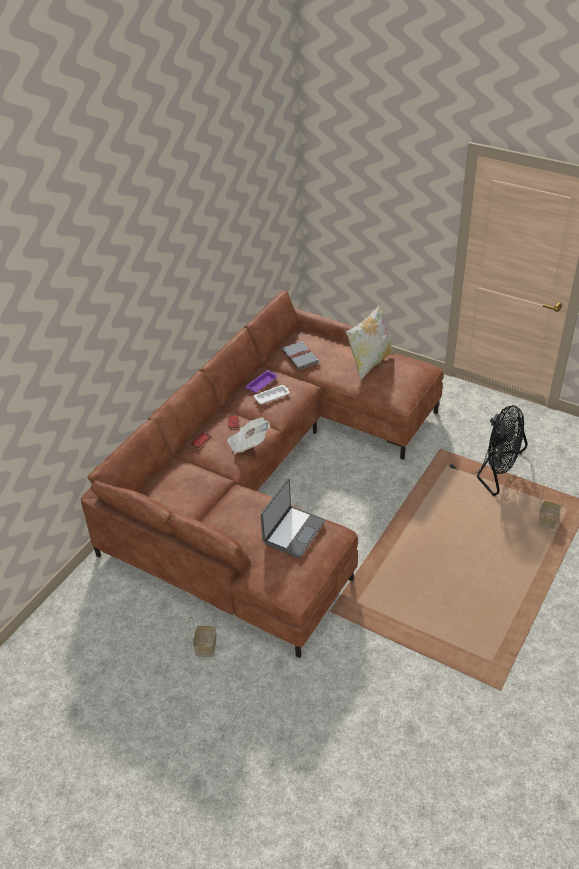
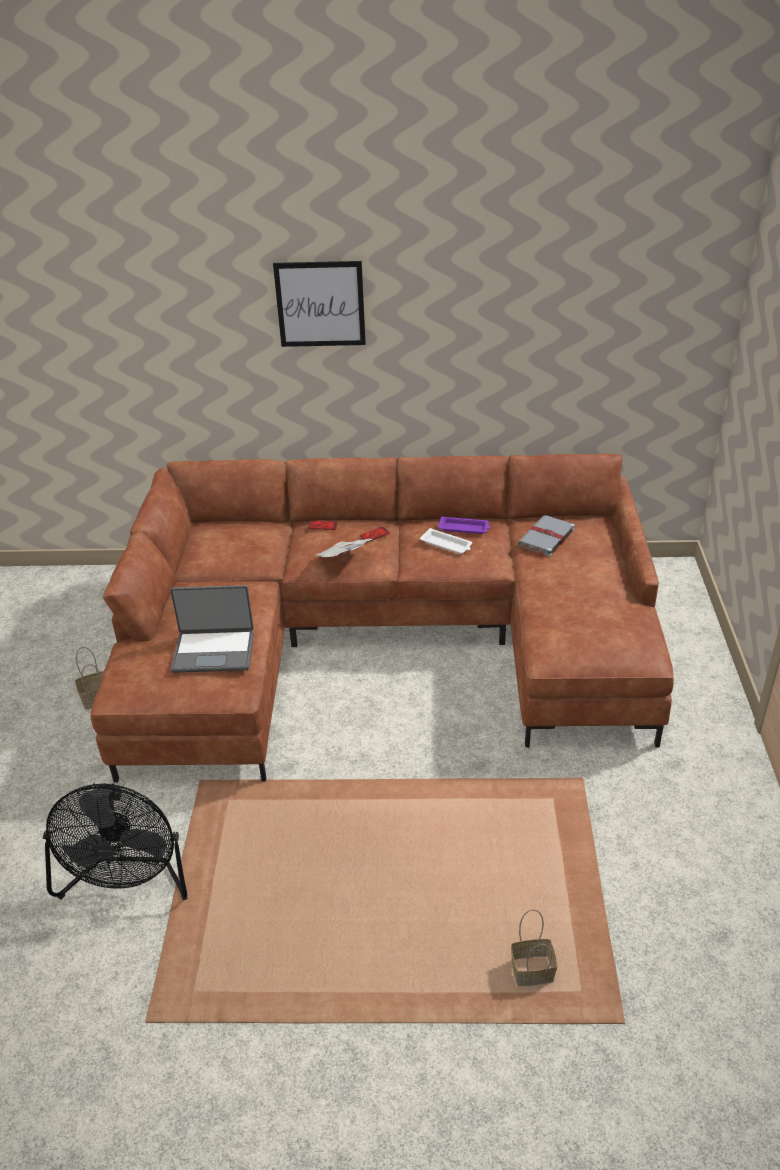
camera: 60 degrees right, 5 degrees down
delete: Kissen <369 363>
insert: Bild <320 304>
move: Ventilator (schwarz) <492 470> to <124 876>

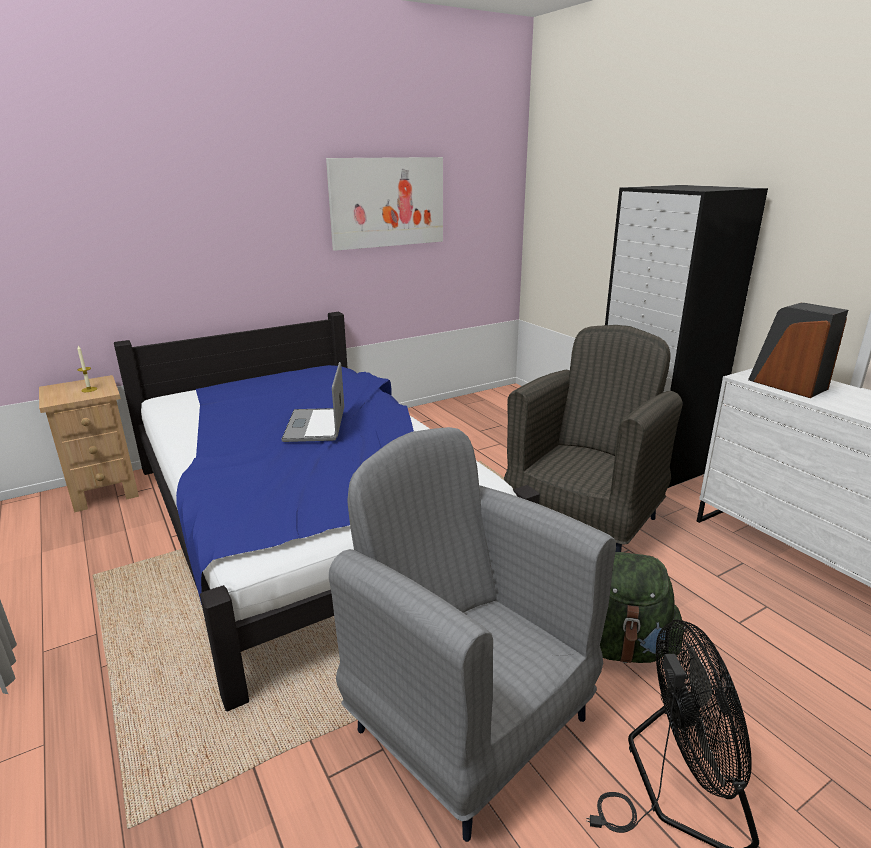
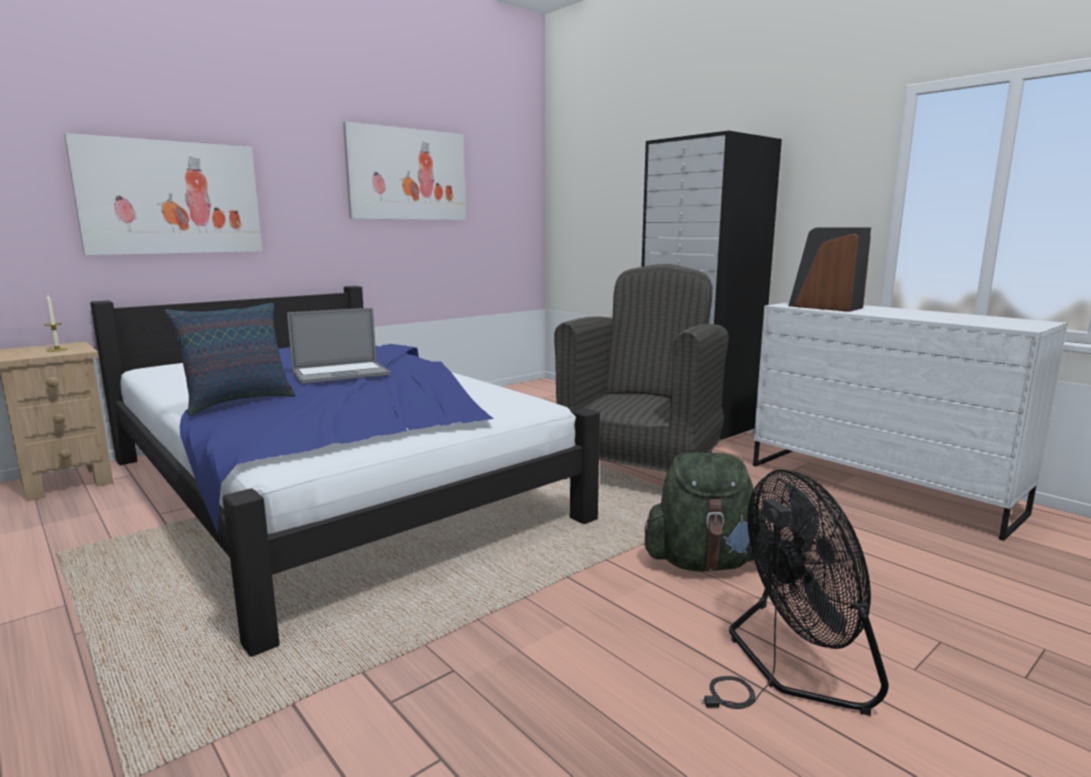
camera: 10 degrees left, 10 degrees down
delete: Sessel (grau) <468 722>
insert: Bild <171 198>; Kissen (blau) <239 403>
rotate: Laptop <315 425> = <341 373> 105 degrees counterclockwise

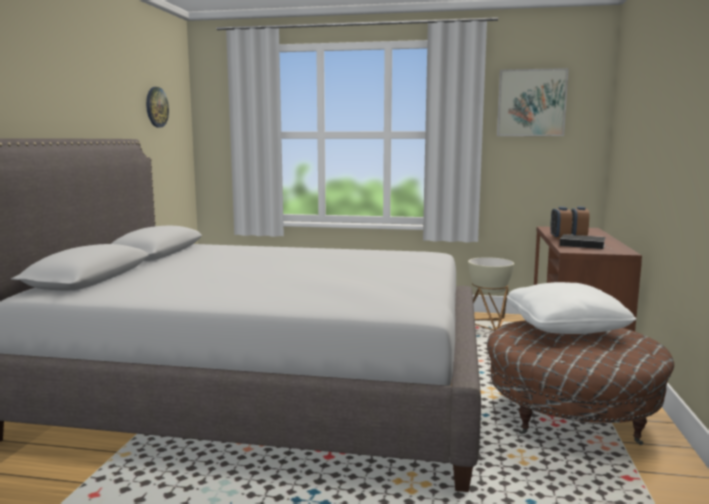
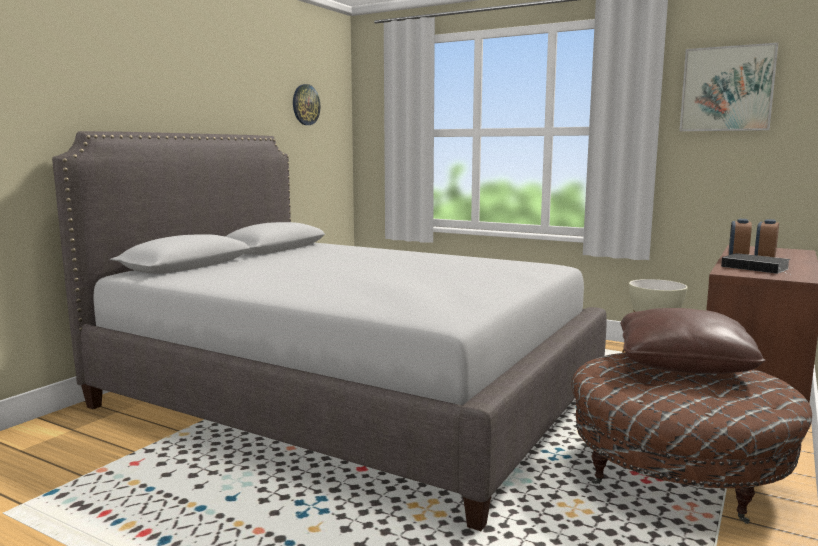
camera: 20 degrees right, 0 degrees up
recolor: Kissen (weiß) <565 327> to Kissen (braun) <683 364>

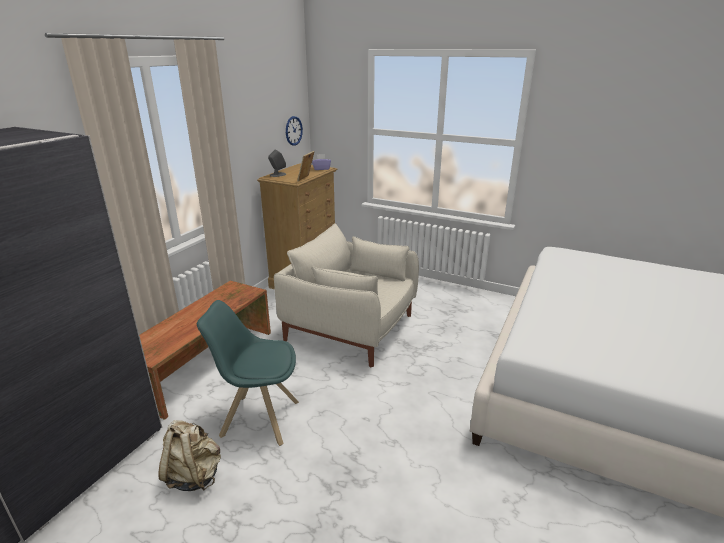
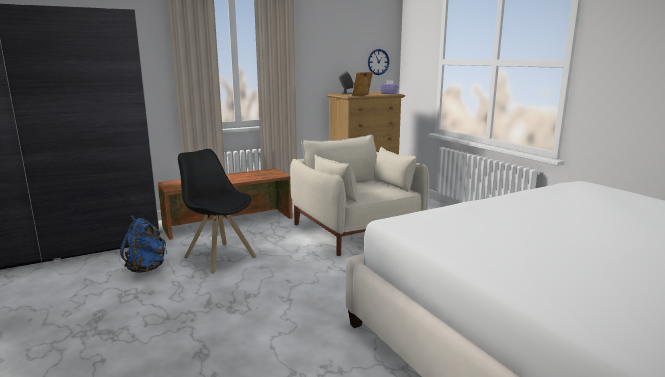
camera: 35 degrees right, 10 degrees down
recolor: Stuhl (türkis) <259 419> to Stuhl (schwarz) <219 256>; Rucksack (beige) <194 475> to Rucksack (blau) <147 268>

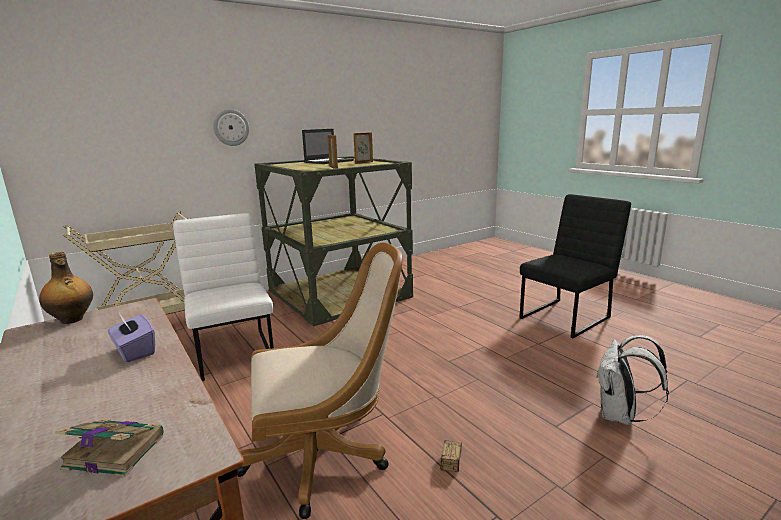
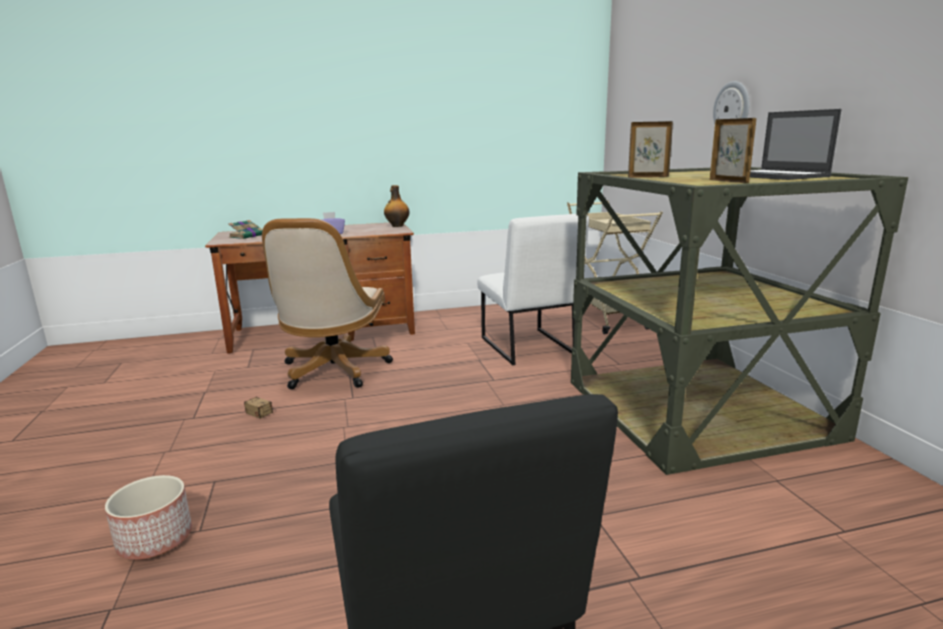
camera: 110 degrees right, 0 degrees up
replace: Rucksack (weiß) <620 416> to Pflanzkübel <154 540>
rotate: Stuhl (weiß) <234 352> = <528 347> 75 degrees clockwise

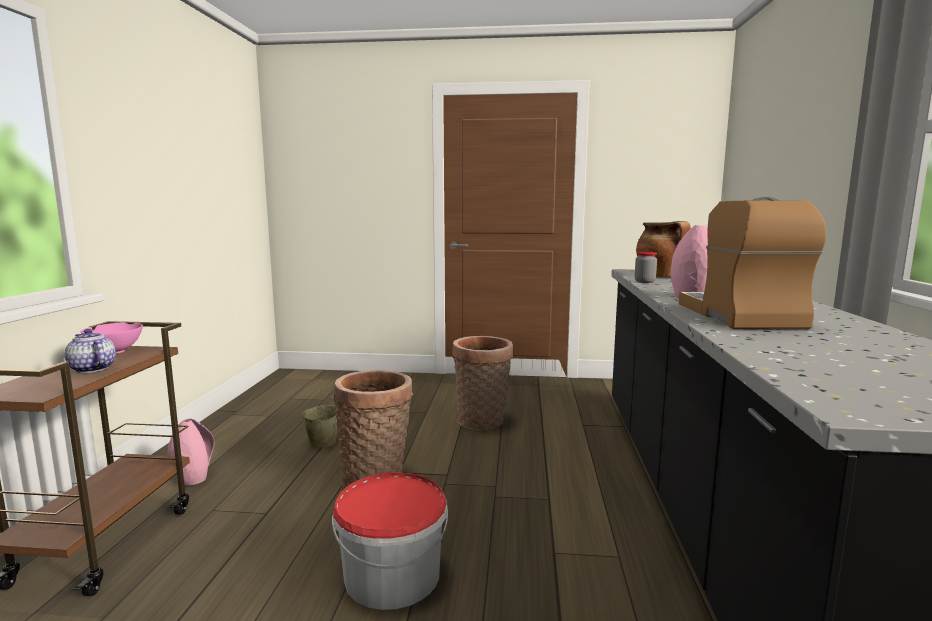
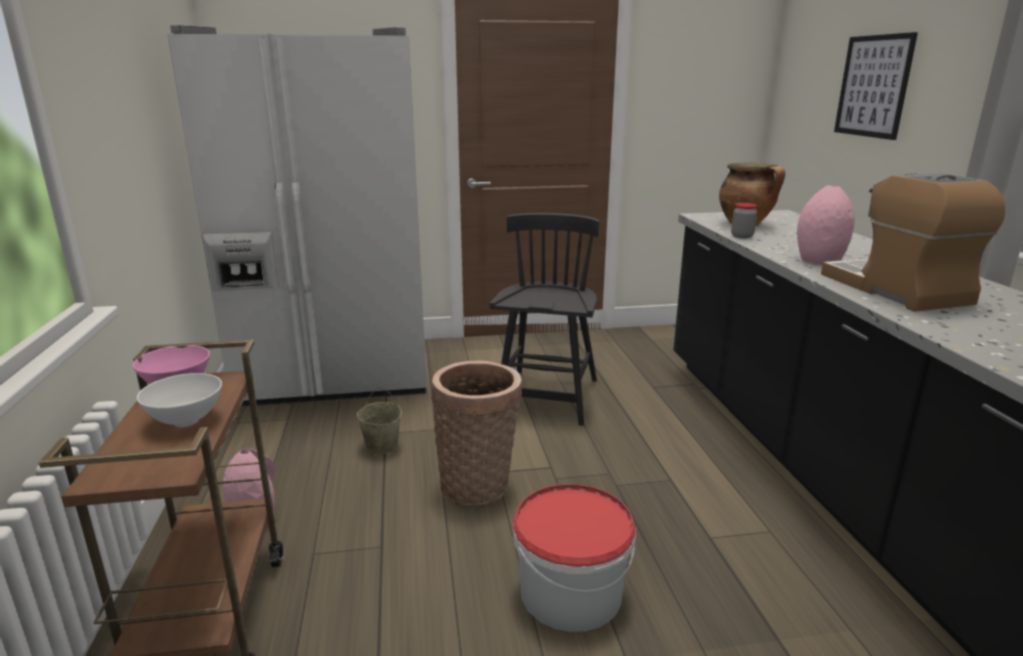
camera: 15 degrees left, 10 degrees up
insert: Kühlschrank (weiß) <338 374>; Bild <873 86>
replace: Teekanne <91 369> to Schüssel (weiß) <186 421>; Korb <482 422> to Stuhl (schwarz) <547 397>

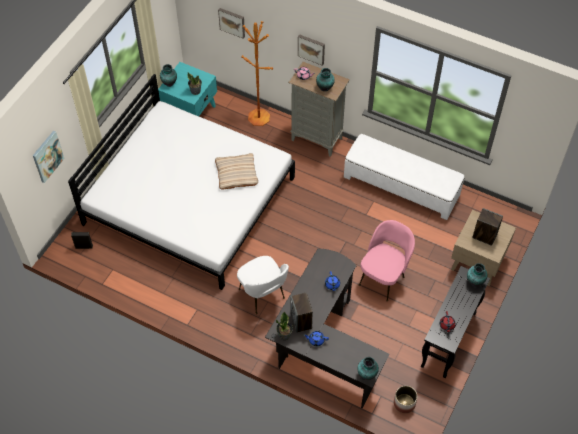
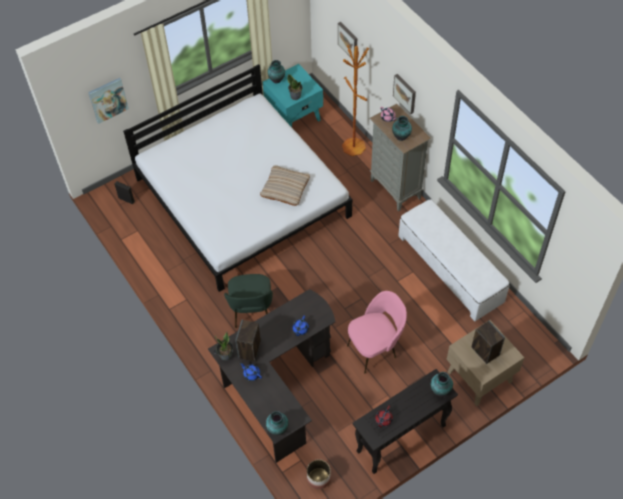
camera: 30 degrees right, 0 degrees up
recolor: Stuhl (weiß) <263 297> to Stuhl (grün) <252 315>

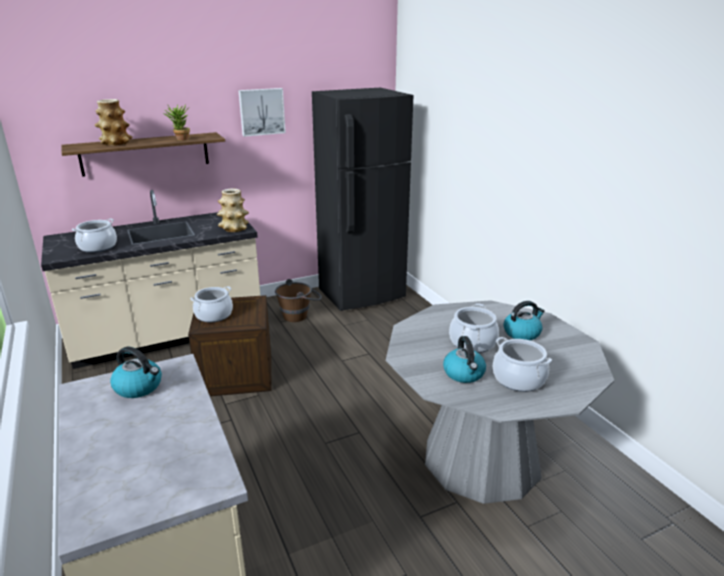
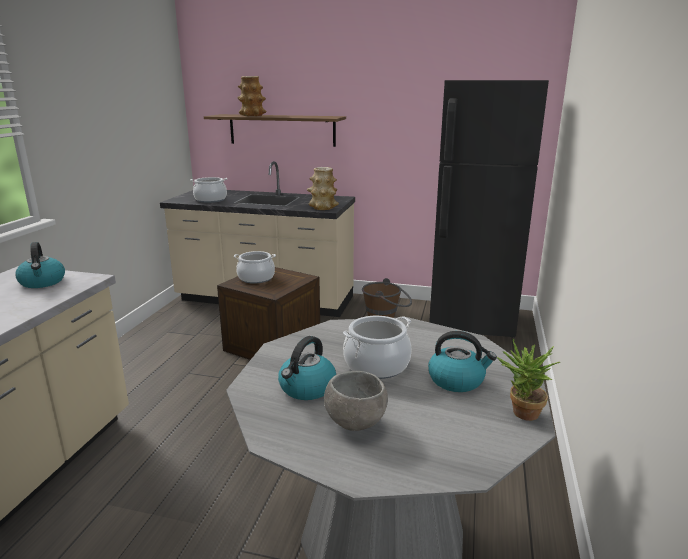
camera: 40 degrees right, 5 degrees down
delete: Bild <261 111>
move: Topfpflanze <180 139> to <521 414>
replace: Kochtopf <518 379> to Schüssel (grau) <354 422>

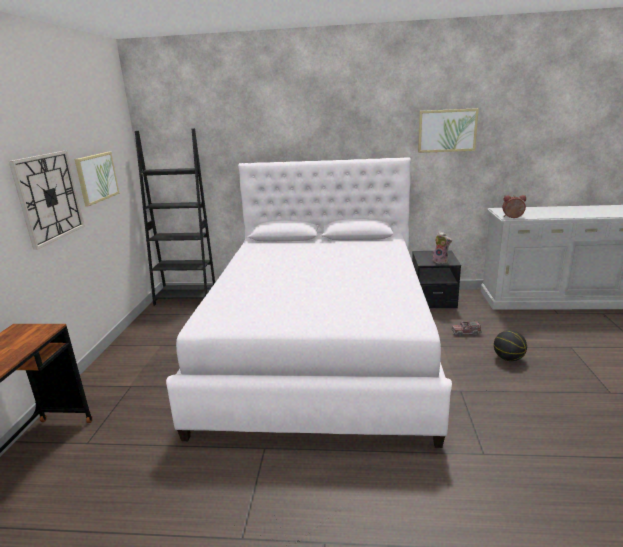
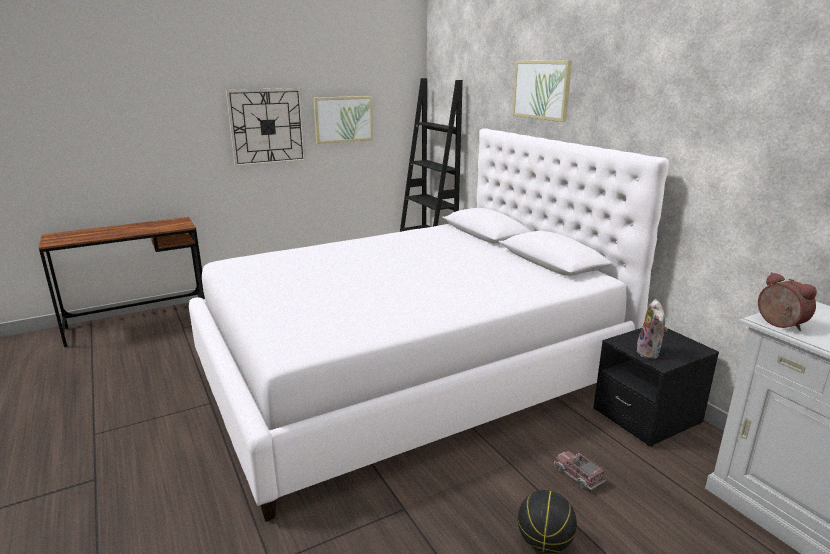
camera: 55 degrees right, 0 degrees up
move: Bild <447 130> to <541 90>

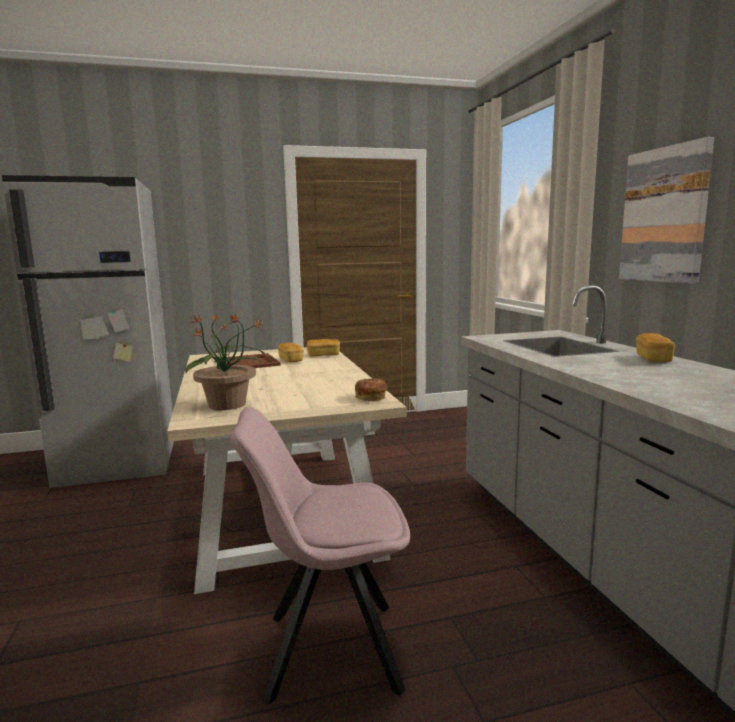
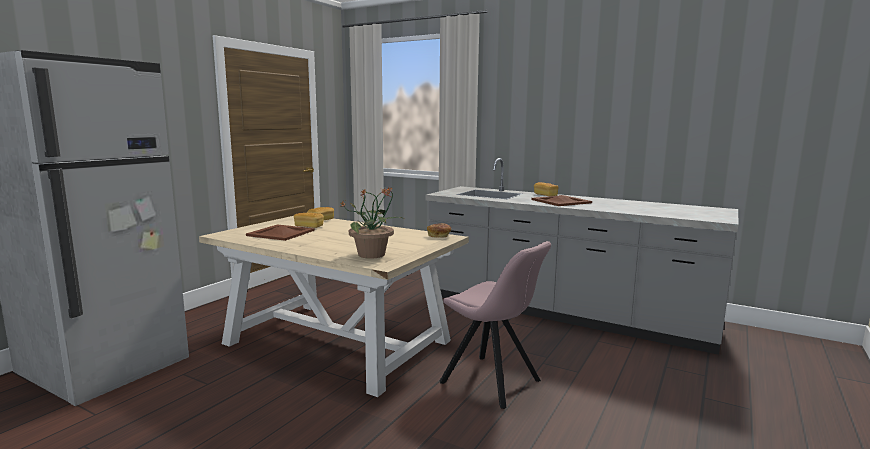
camera: 45 degrees left, 0 degrees up
delete: Bild <664 215>
insert: Tablett (braun) <560 201>
rotate: Stuhl (rosa) <331 651> = <491 381> 90 degrees counterclockwise

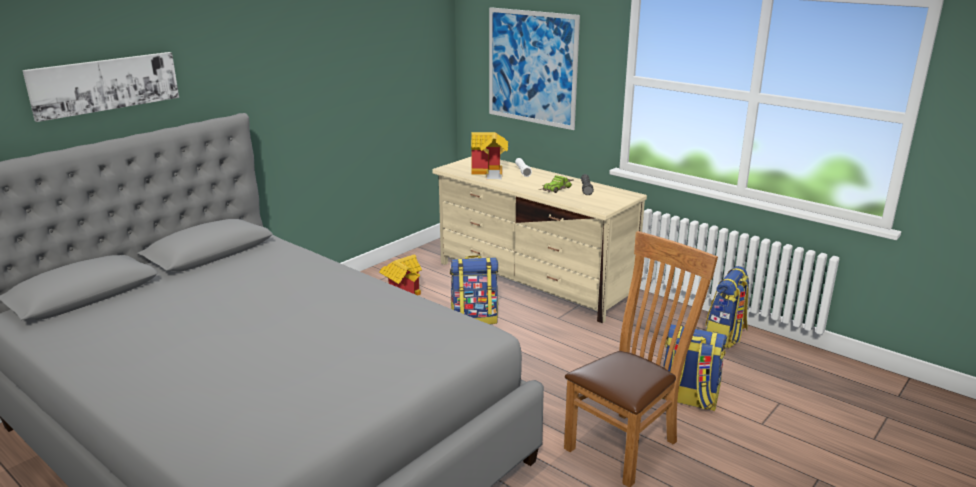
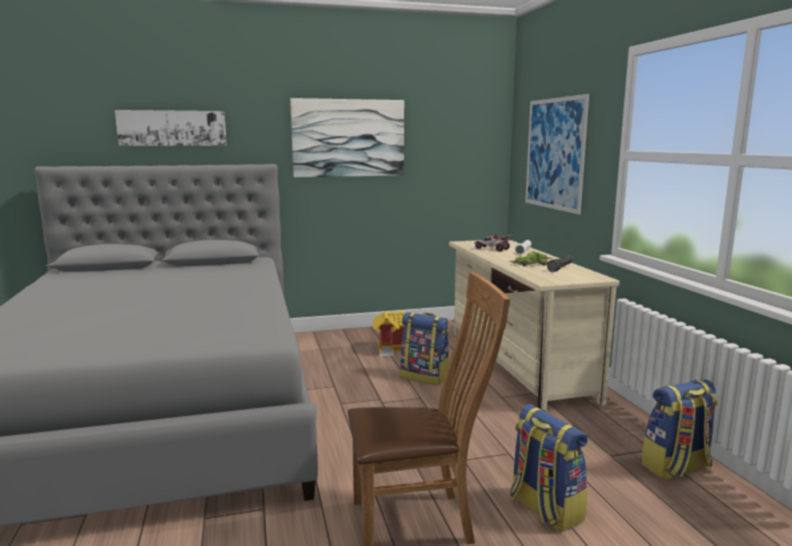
camera: 35 degrees right, 10 degrees down
insert: Bild <348 138>
replace: Spielzeughaus <491 173> to Spielzeugauto <492 249>

